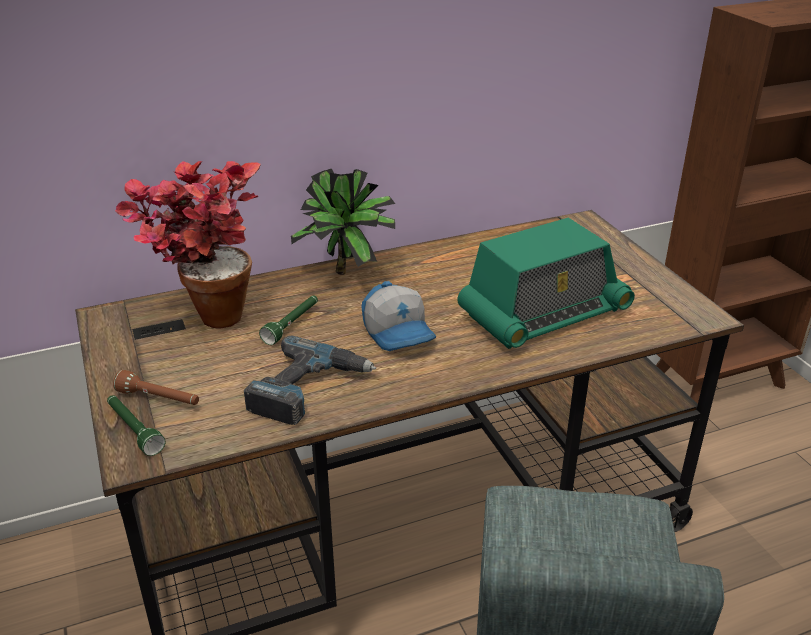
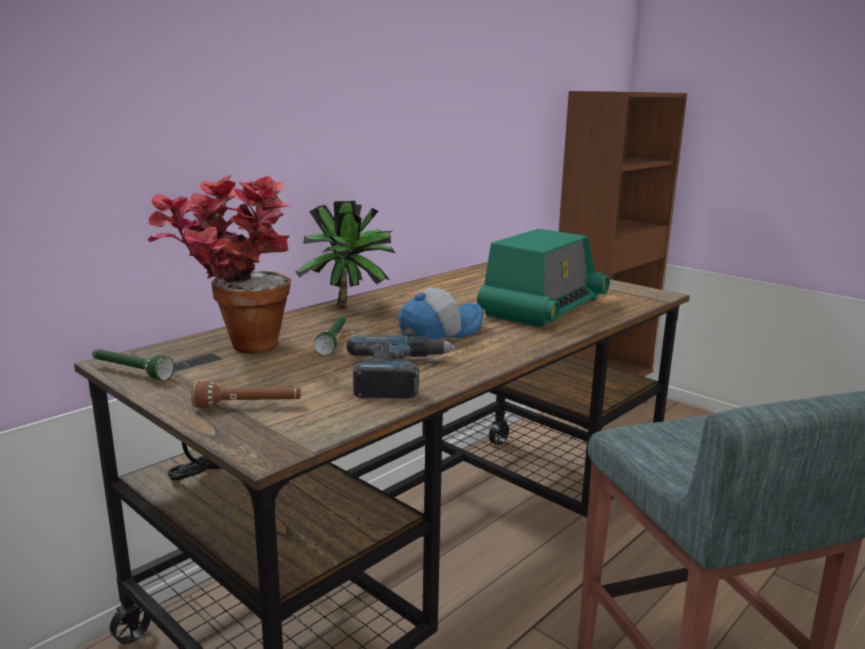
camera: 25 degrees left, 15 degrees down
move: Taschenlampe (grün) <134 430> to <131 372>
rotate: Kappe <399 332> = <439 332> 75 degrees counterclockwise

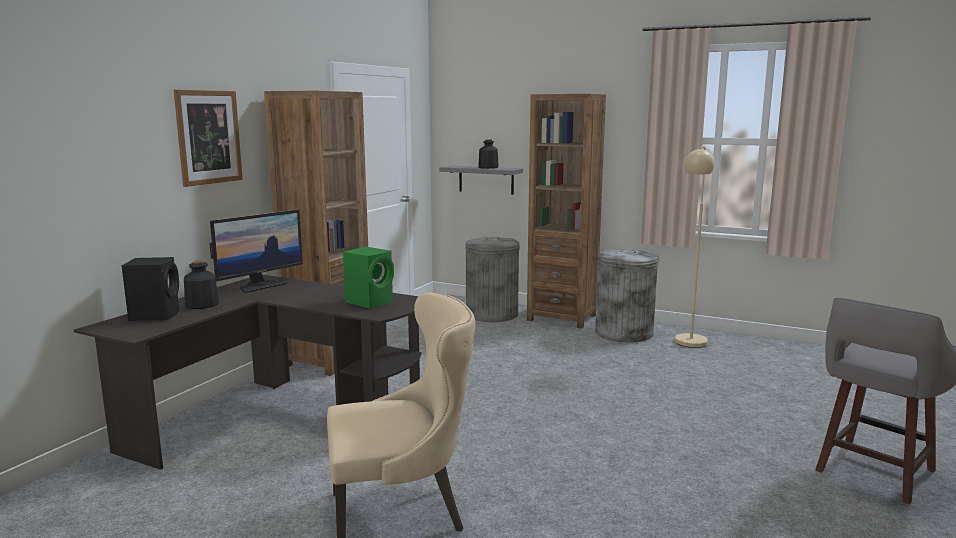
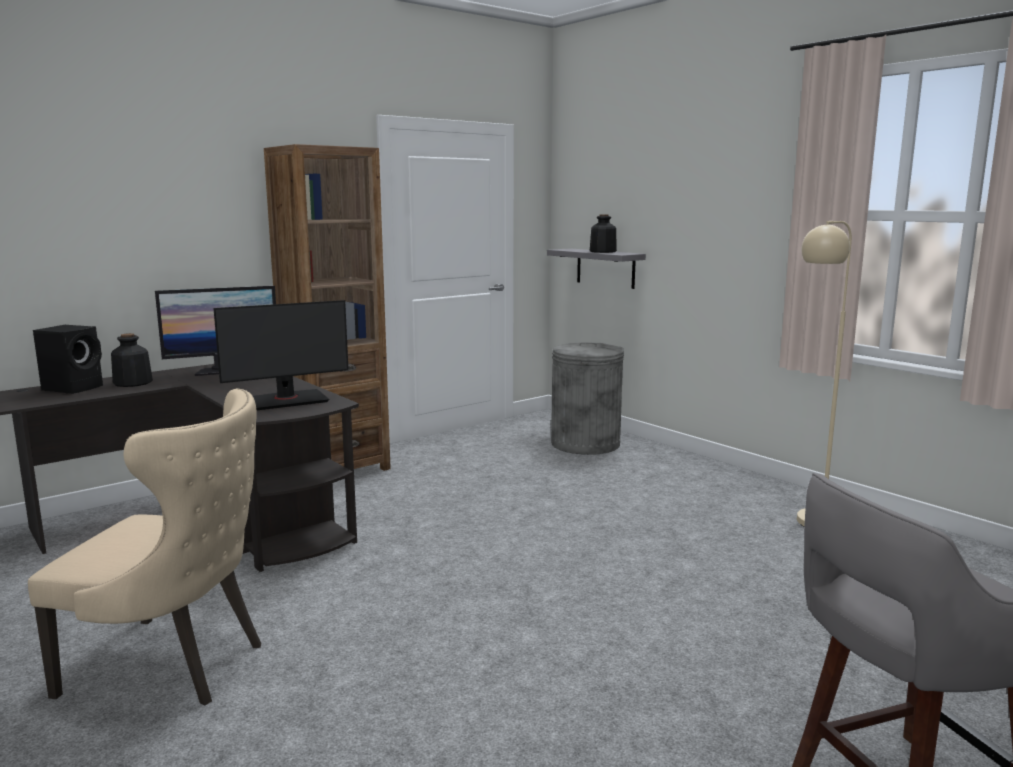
camera: 25 degrees right, 0 degrees up
delete: Bild <208 137>; Bücherregal (braun) <562 317>; Mülleimer (grau) <624 333>
replace: Lautsprecher (grün) <370 302> to Monitor <287 400>

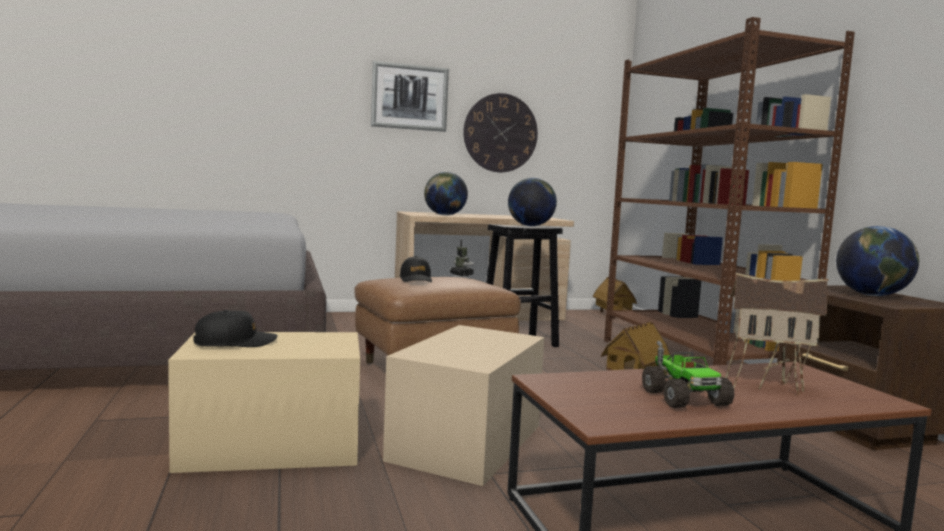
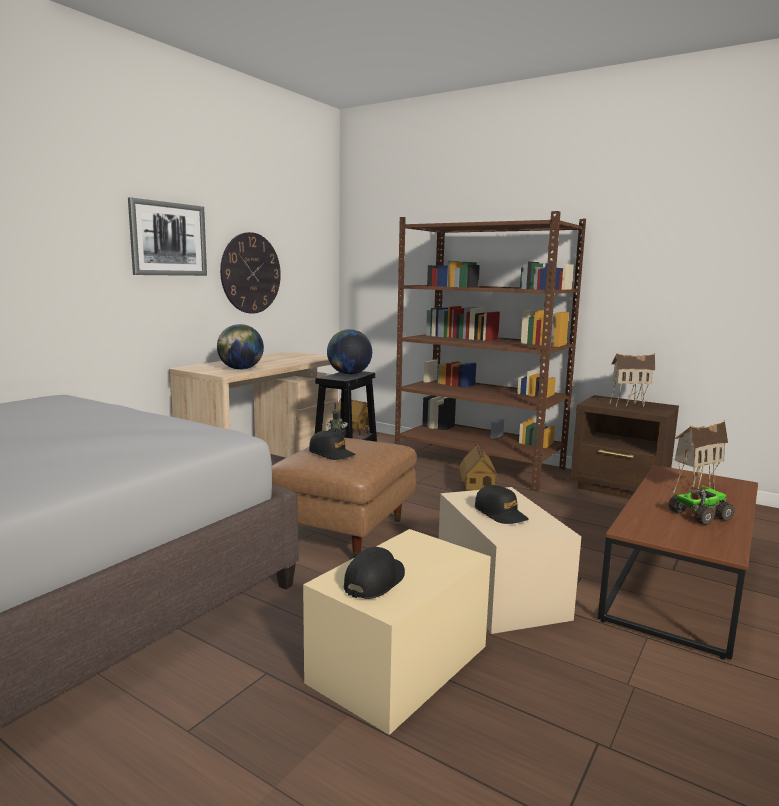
camera: 40 degrees left, 5 degrees up
insert: Kappe (schwarz) <500 513>
replace: Globus <872 295> to Spielzeughaus <628 404>
rotate: Spielzeuglaster <684 398> = <698 516> 60 degrees counterclockwise

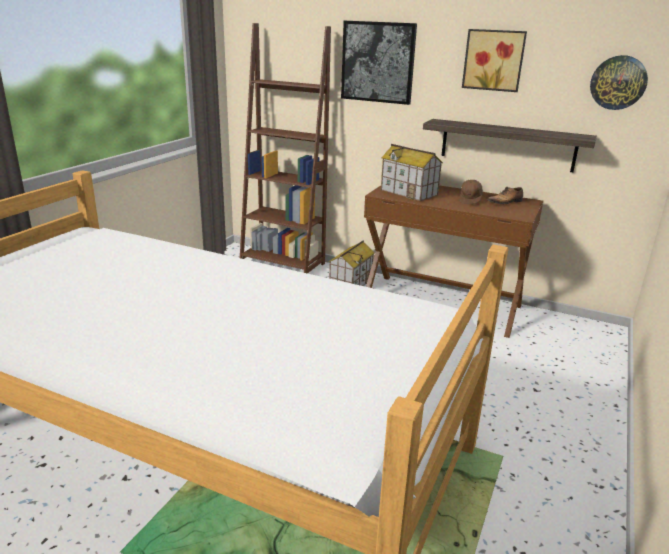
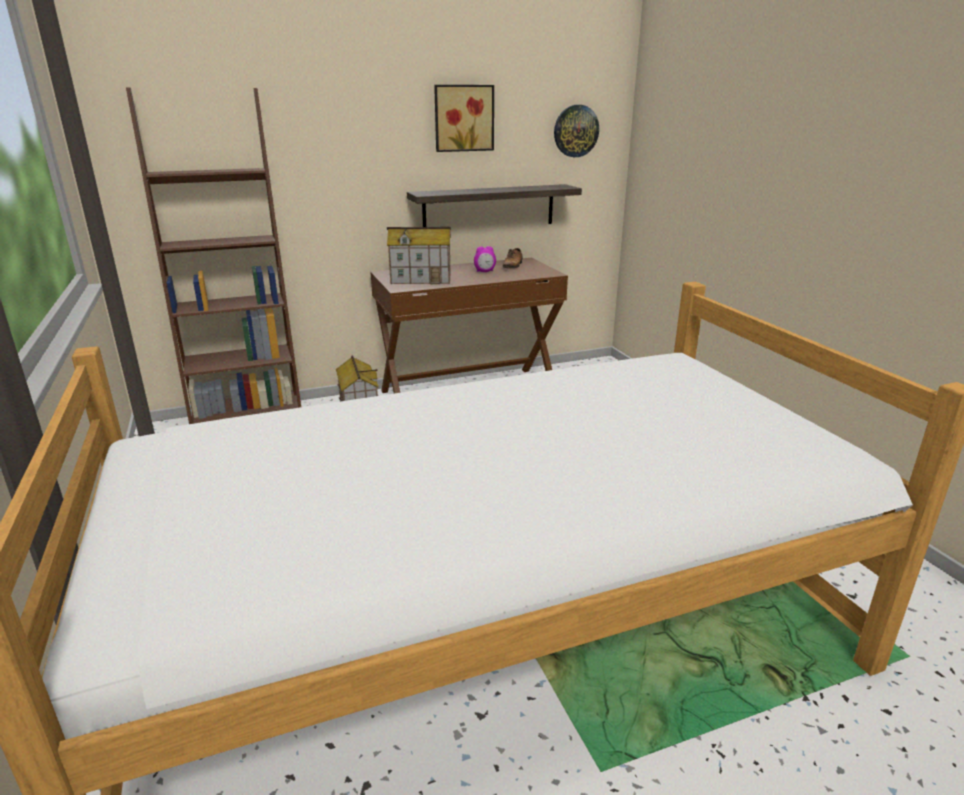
camera: 45 degrees left, 0 degrees up
delete: Bild <378 62>
replace: Kappe (braun) <470 200> to Wecker <484 271>

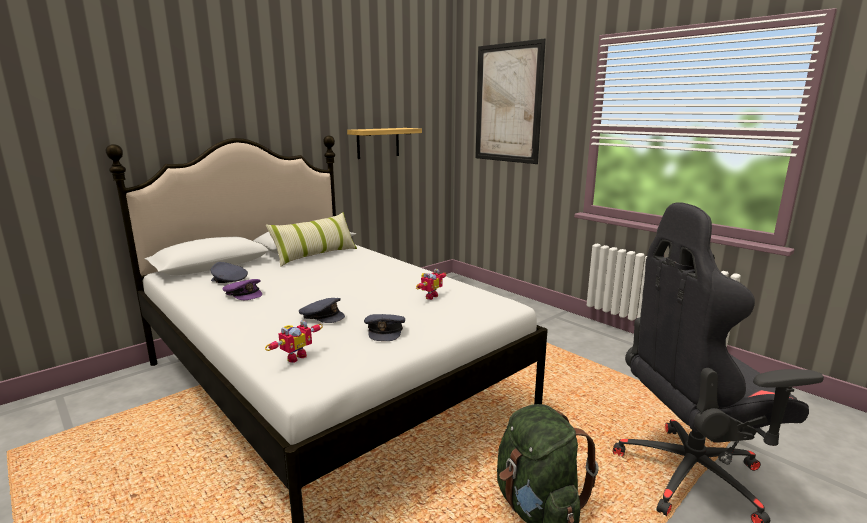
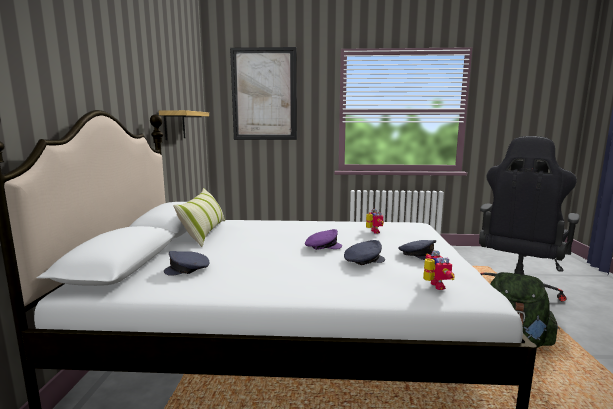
camera: 45 degrees left, 5 degrees down
move: Kappe (lila) <244 294> to <322 246>

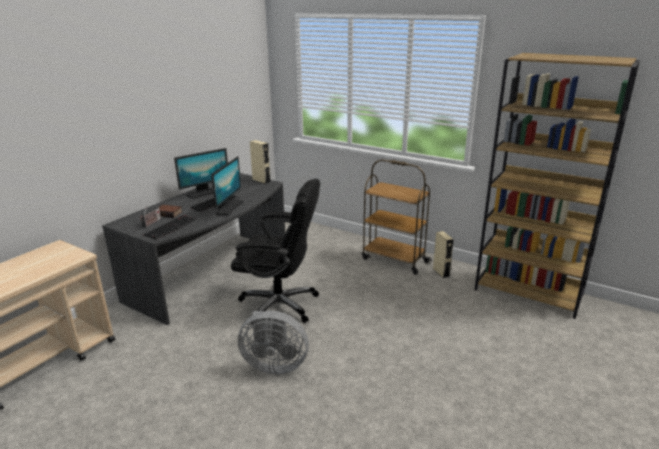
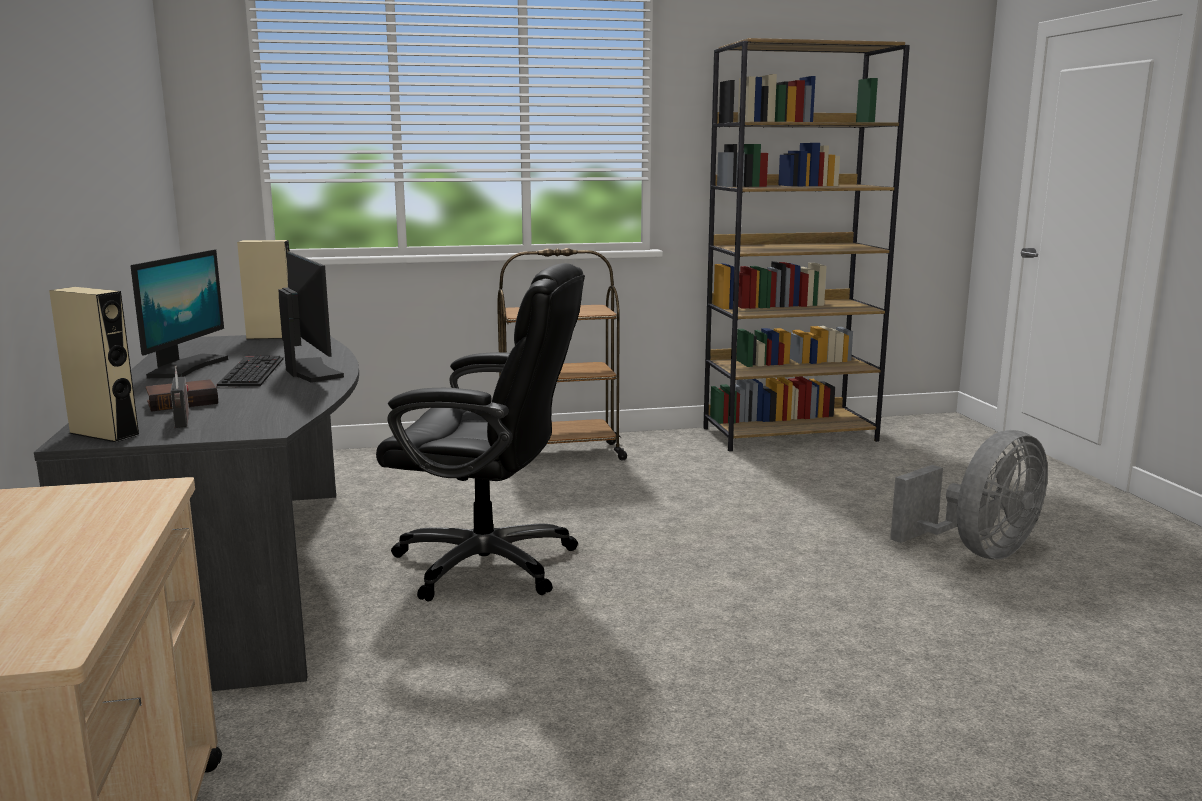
camera: 45 degrees left, 10 degrees down
delete: Tastatur <170 227>
move: Lautsprecher (beige) <441 272> to <104 434>; Ventilator (grau) <274 364> to <978 551>
rotate: Bürostuhl (schwarz) <279 304> = <486 563> 45 degrees clockwise

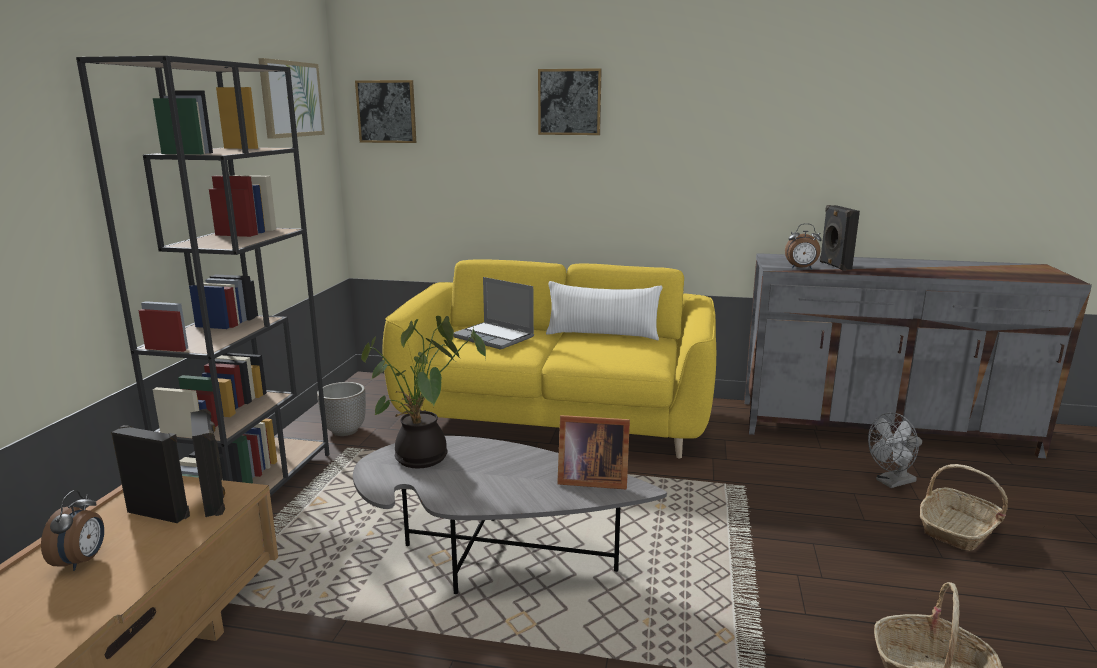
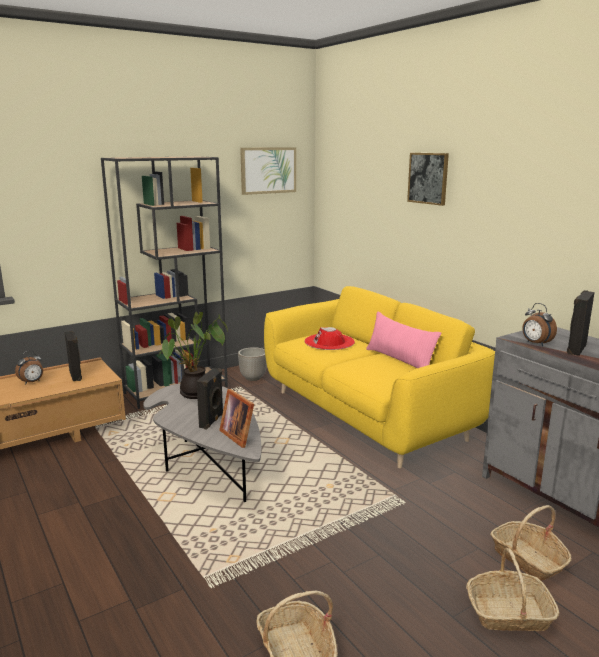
camera: 45 degrees right, 0 degrees up
delete: Bild <386 111>
move: Lautsprecher (schwarz) <215 500> to <212 421>
replace: Laptop <495 337> to Hut (rot) <329 342>; Ventilator (grau) <891 482> to Korb <528 559>
recolor: Kissen (weiß) <602 335> to Kissen (rosa) <400 360>

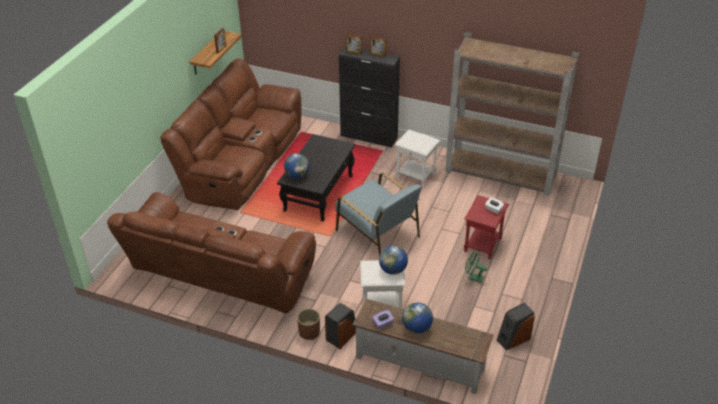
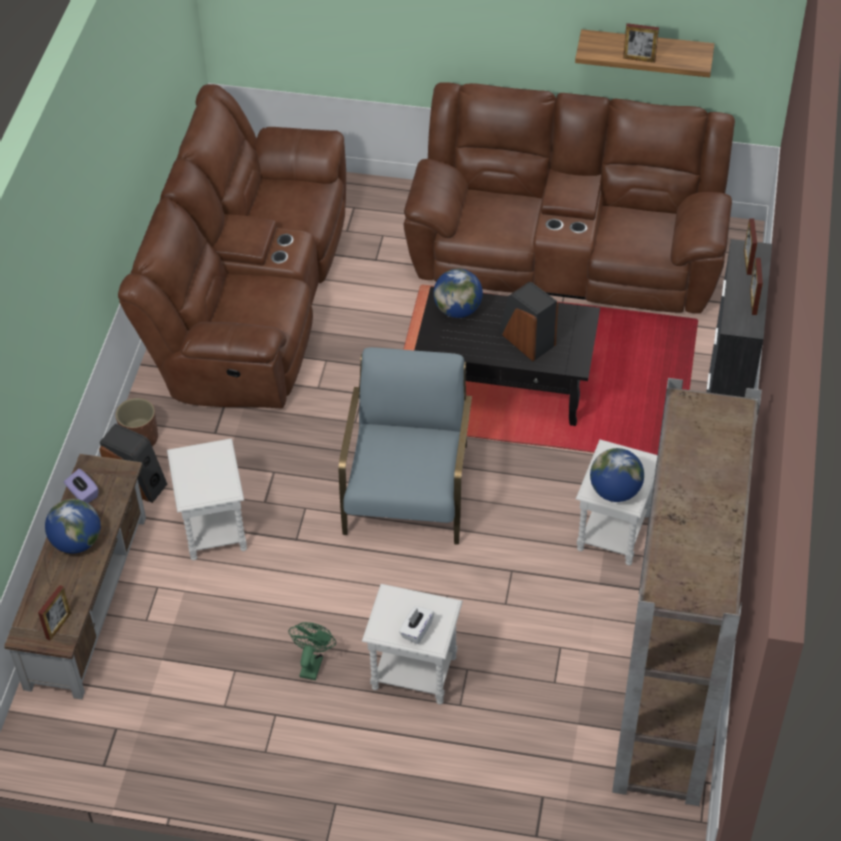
camera: 80 degrees right, 10 degrees up
insert: Bilderrahmen <58 625>
move: Globus <393 270> to <615 491>; Lautsprecher <513 339> to <526 339>
recolor: Beistelltisch (rot) <483 244> to Beistelltisch (weiß) <413 673>
rotate: Sessel (blau) <376 233> = <409 492> 150 degrees clockwise

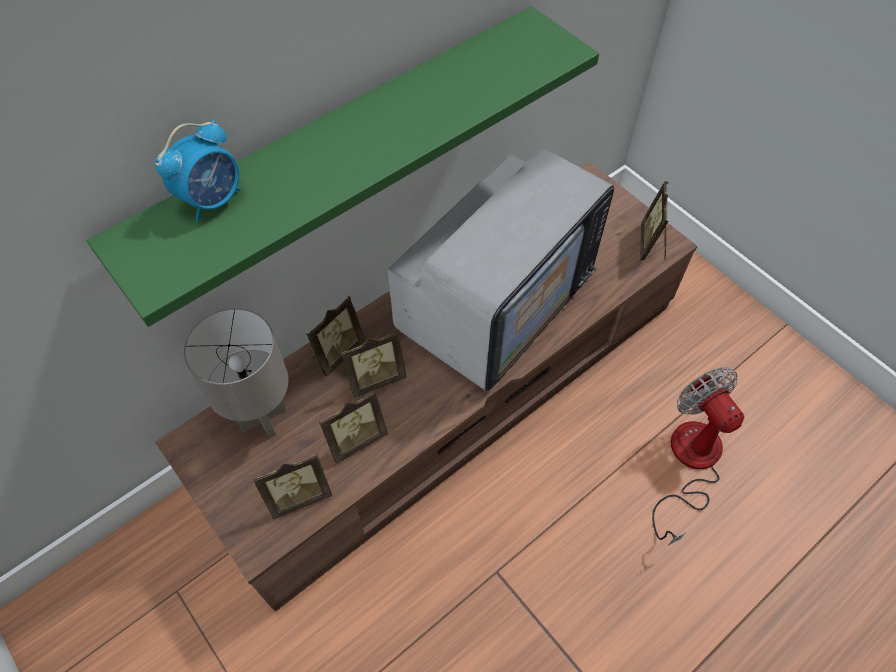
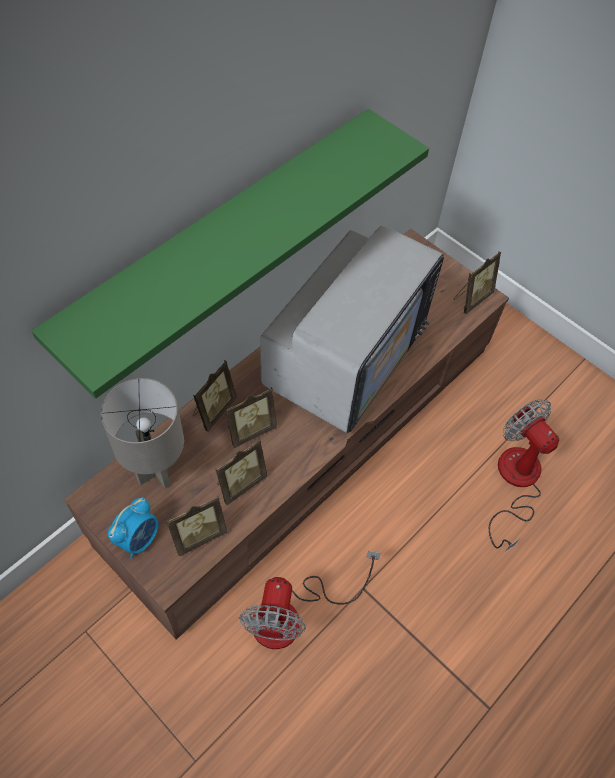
camera: 10 degrees left, 0 degrees up
insert: Ventilator <292 615>
move: Wecker <213 199> to <138 538>
rotate: Bilderrahmen <652 244> = <471 298> 135 degrees counterclockwise

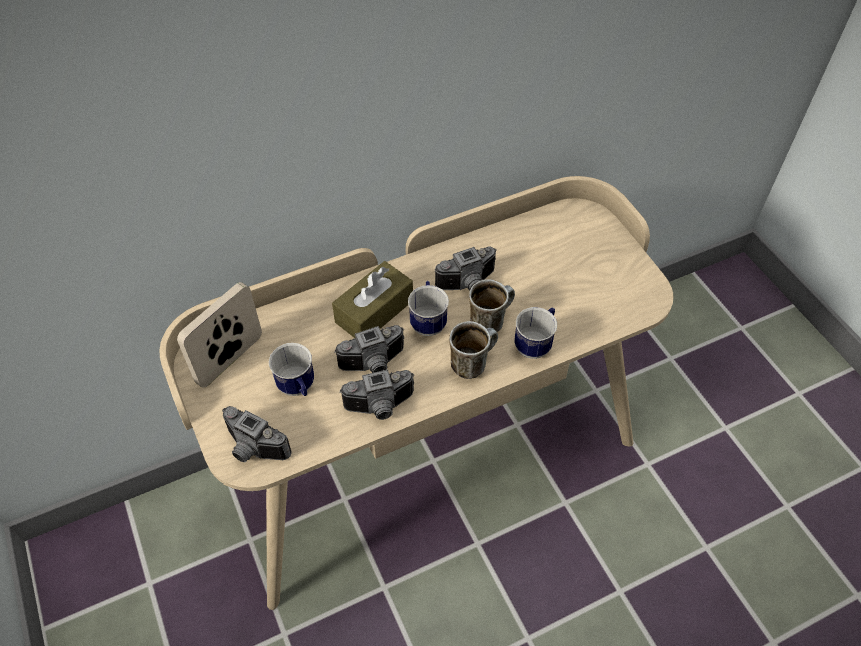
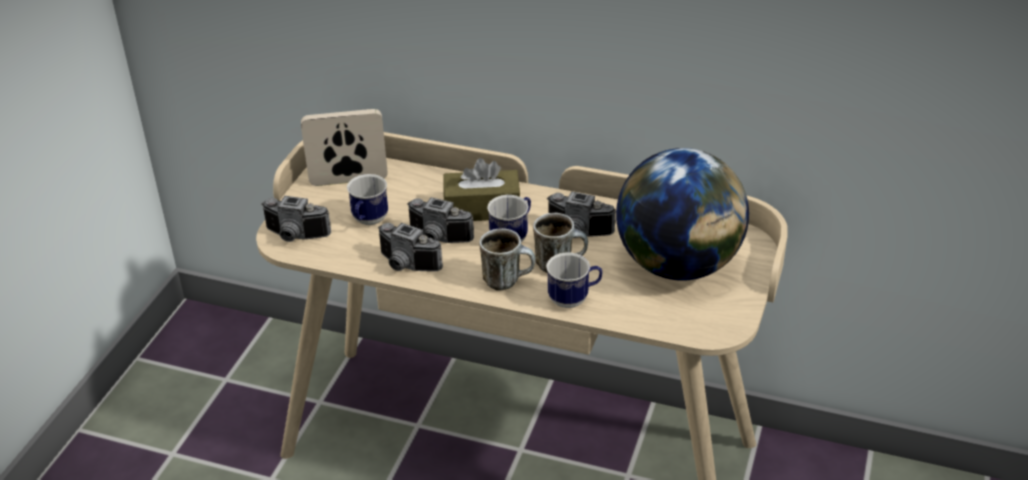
camera: 45 degrees right, 15 degrees down
insert: Globus <678 265>
rotate: Kamera <252 450> = <294 237> 60 degrees counterclockwise

